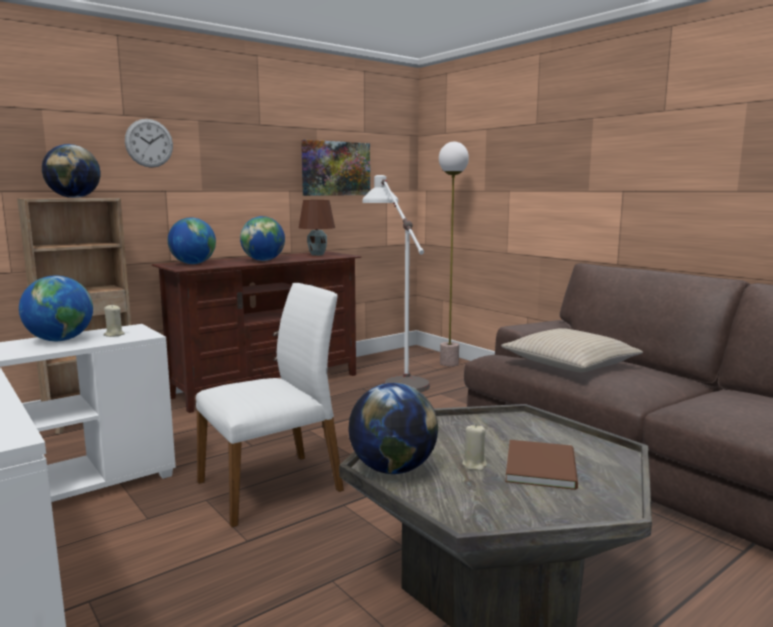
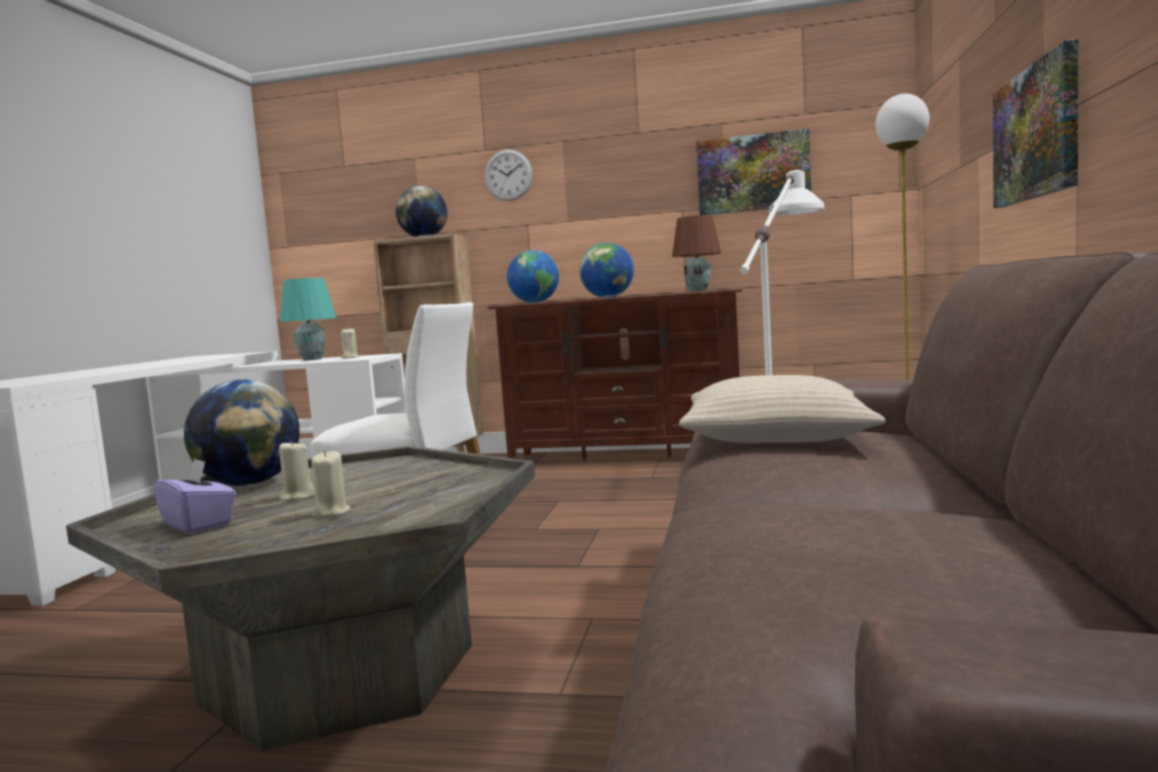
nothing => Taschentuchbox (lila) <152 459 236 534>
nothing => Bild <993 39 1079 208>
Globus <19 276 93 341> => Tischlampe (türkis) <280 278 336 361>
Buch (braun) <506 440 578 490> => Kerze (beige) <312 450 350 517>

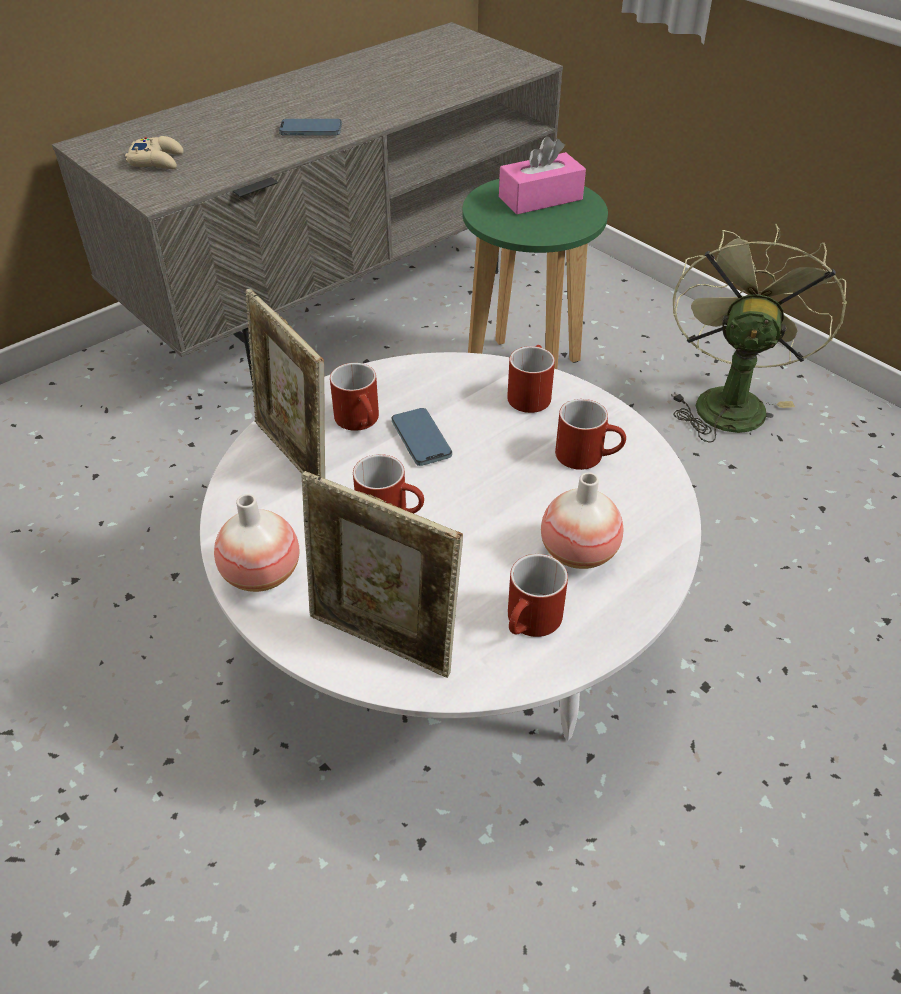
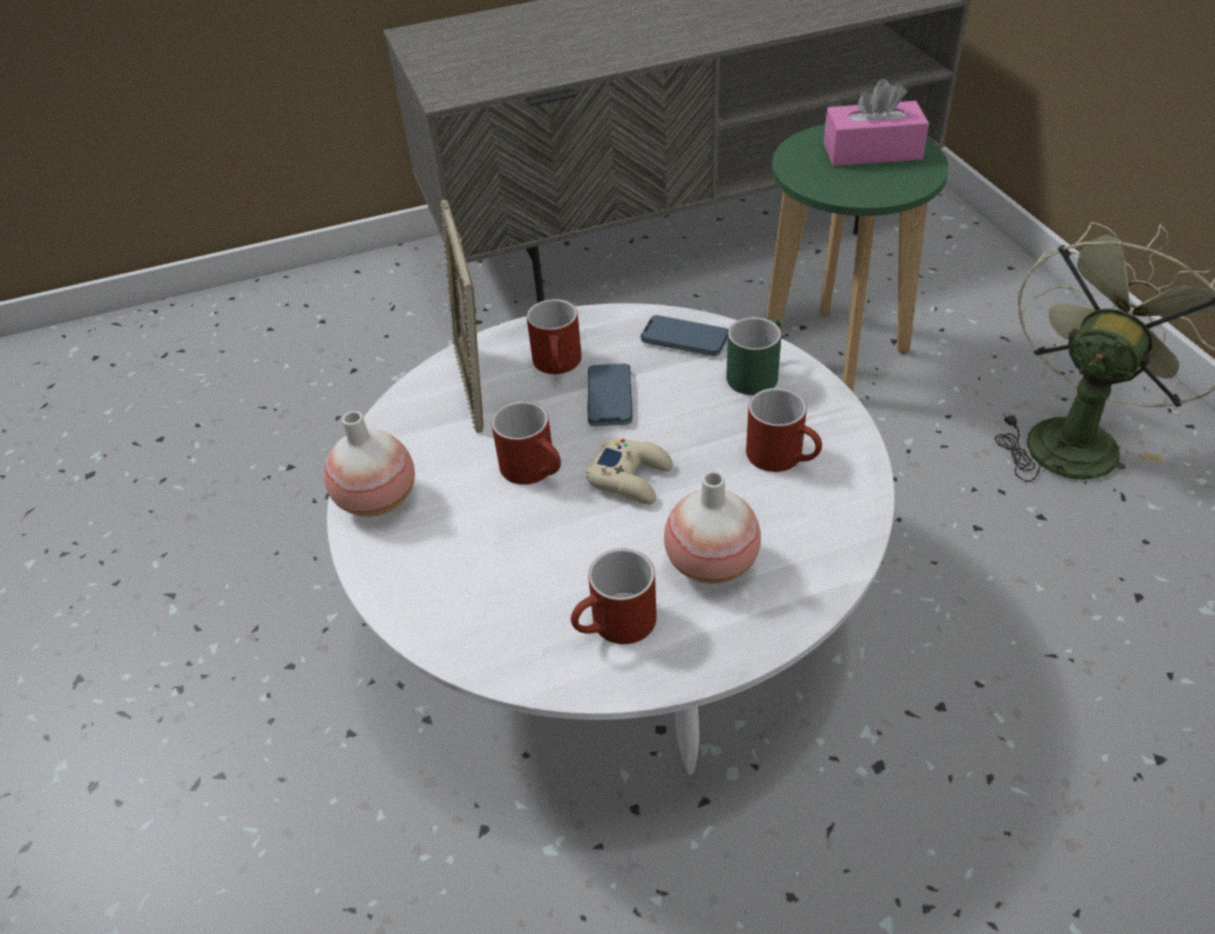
Bilderrahmen <301 471 463 678> => nothing
Gamepad (beige) <125 136 184 169> => Gamepad (beige) <586 438 673 504>, relocated
Handy <279 119 342 136> => Handy <641 315 728 356>, relocated
Henkelbecher (rot) <507 345 555 413> => Henkelbecher (grün) <726 317 781 395>

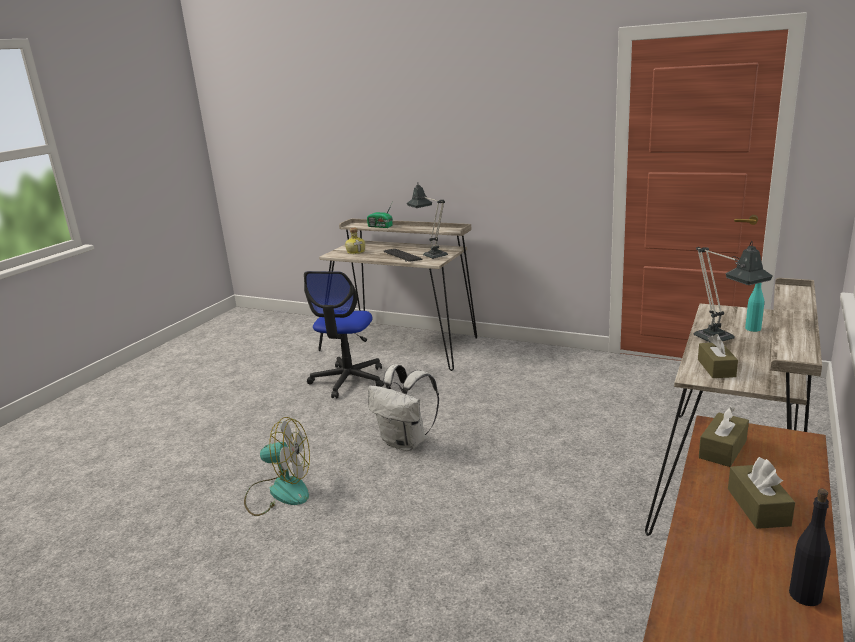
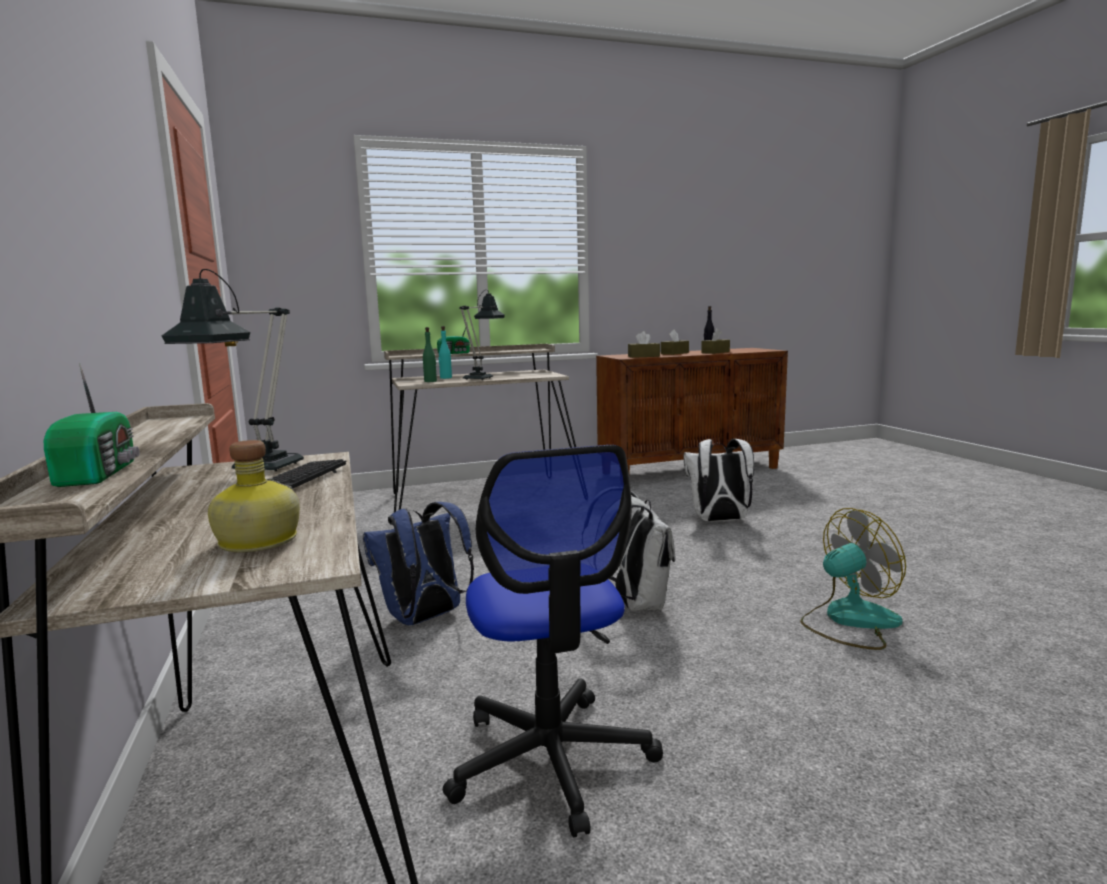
nothing => Rucksack (blau) <363 502 474 625>
nothing => Flasche (grün) <423 327 437 382>
nothing => Radio <437 323 470 354>
nothing => Rucksack (weiß) <684 439 754 522>
Taschentuchbox (braun) <698 334 738 378> => Taschentuchbox (braun) <701 328 730 354>, relocated
Ventilator <244 417 310 516> => Ventilator <800 508 906 650>, 105 degrees clockwise
Bürostuhl <304 271 384 398> => Bürostuhl <442 445 663 837>, 105 degrees clockwise

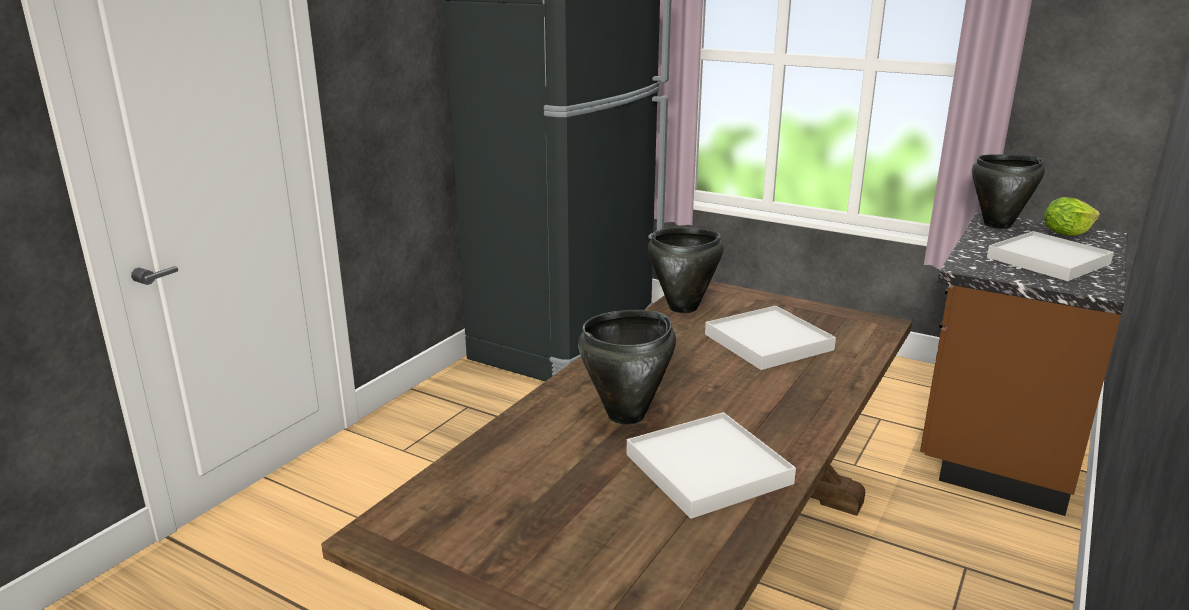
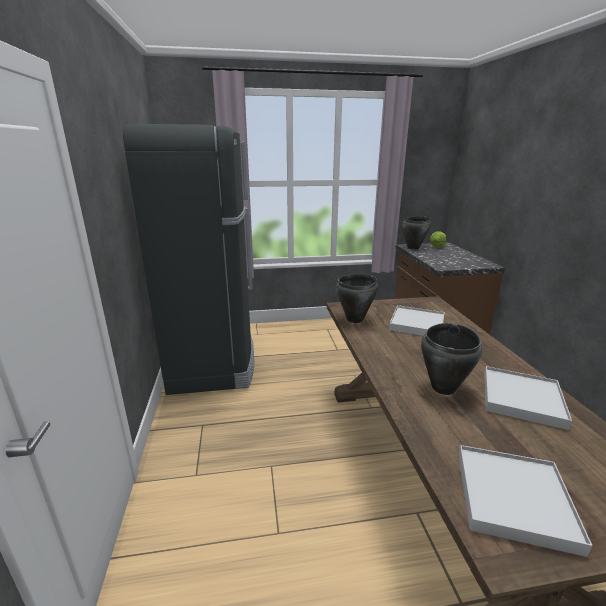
Tablett (weiß) <987 231 1114 281> => Tablett (weiß) <458 445 592 557>, relocated

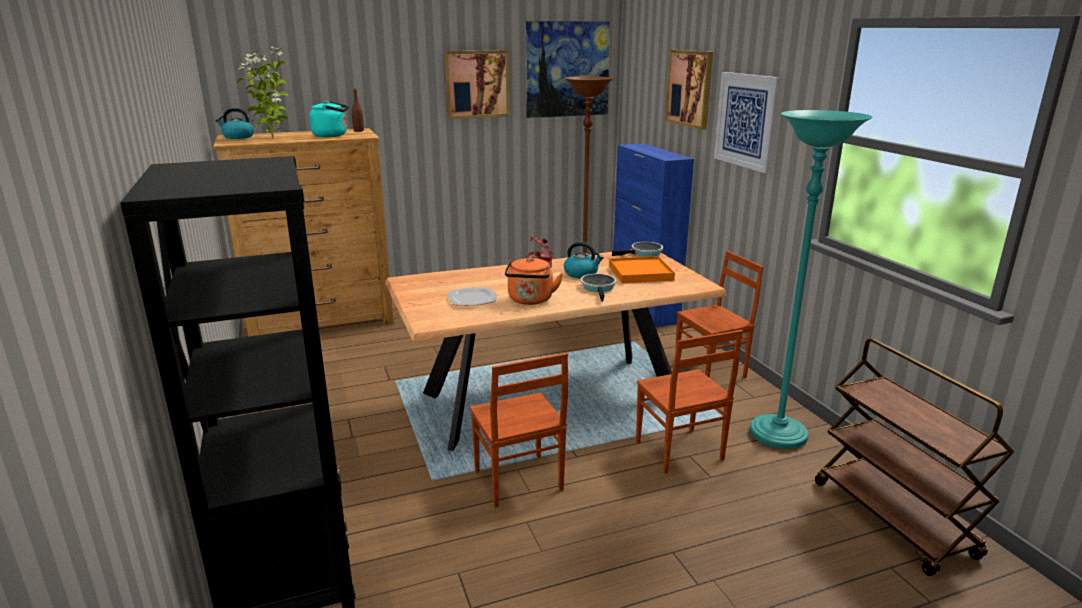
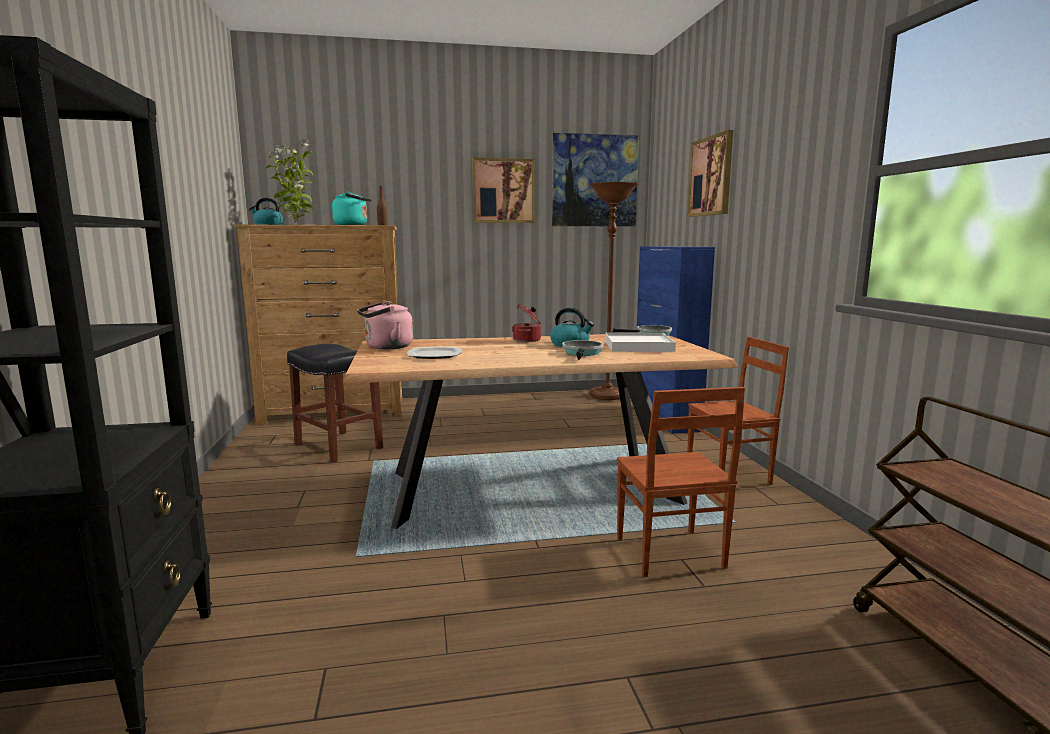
Stuhl (braun) <470 353 568 508> => nothing
Wasserkessel (orange) <505 257 563 305> => nothing
Bild <714 72 781 173> => nothing
Stehlampe (türkis) <750 110 872 449> => nothing
nothing => Hocker (schwarz) <287 344 383 463>
nothing => Wasserkessel (rosa) <357 301 413 349>
Tablett (orange) <609 256 675 283> => Tablett (weiß) <605 332 676 352>

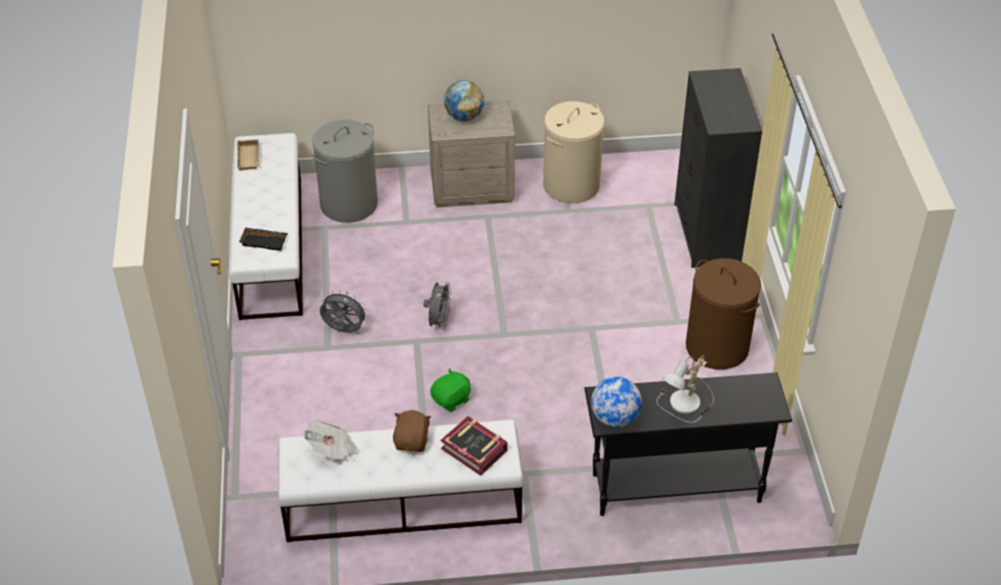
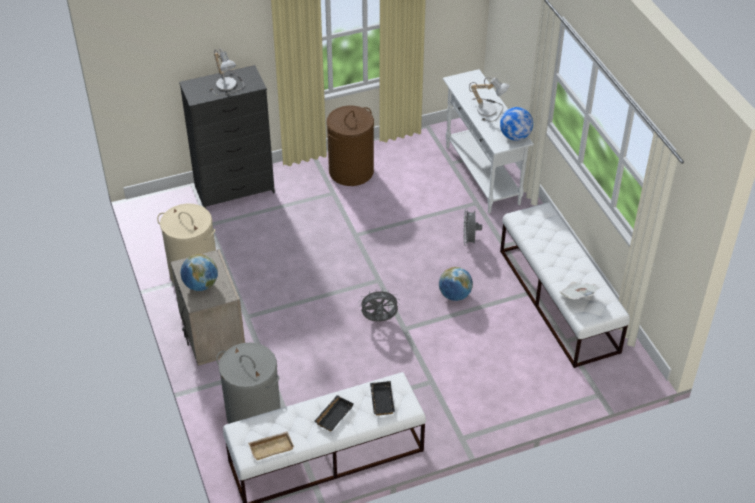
Plüschtier (braun) <393 410 431 452> => nothing
Buch <441 416 508 476> => nothing
nothing => Tischlampe <210 48 245 95>
nothing => Tablett (schwarz) <314 395 354 431>
Ventilator (grau) <320 290 369 333> => Ventilator (grau) <463 209 482 246>, relocated
Plüschtier (grün) <430 368 471 412> => Globus <439 267 473 301>
Konsolentisch (schwarz) <584 372 792 516> => Konsolentisch (weiß) <443 69 534 213>

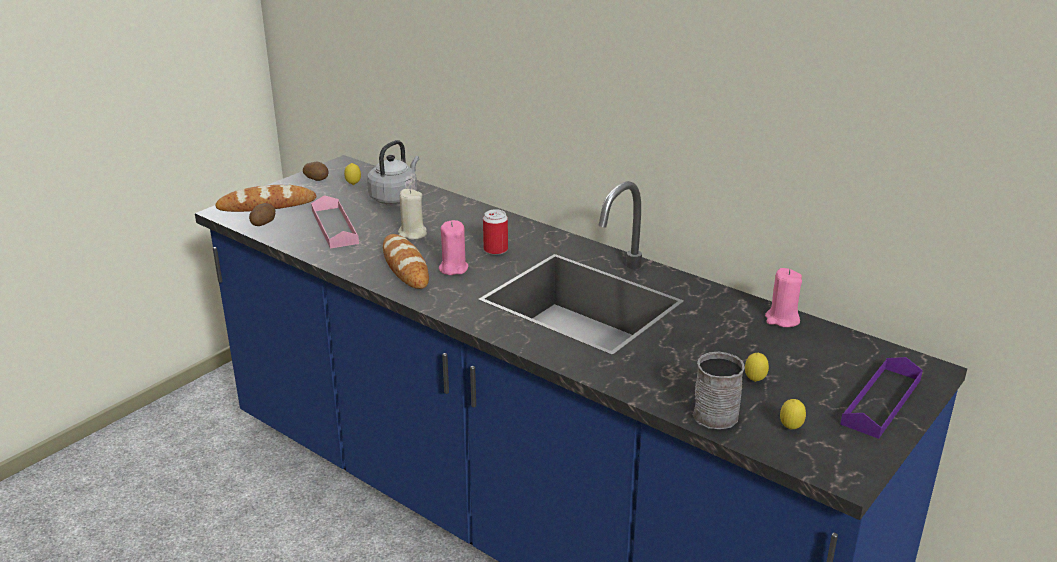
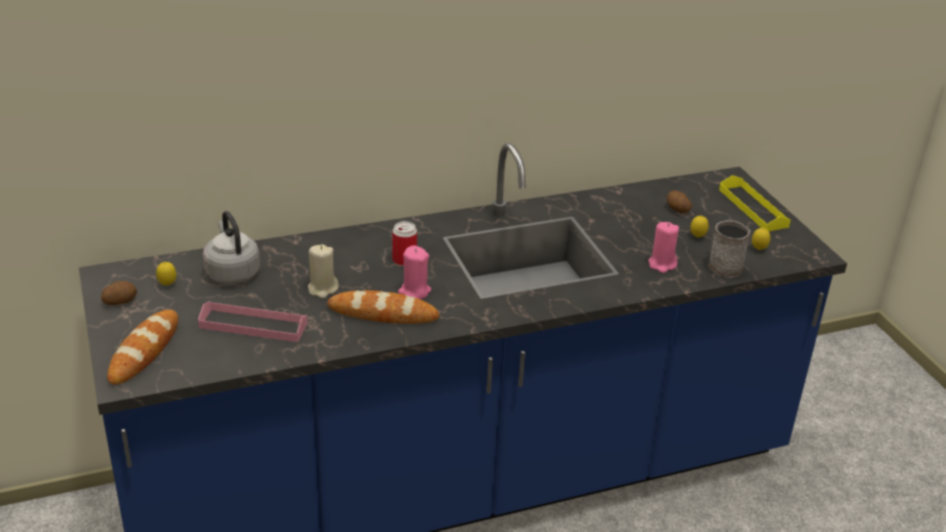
Kartoffel <249 203 275 226> => Kartoffel <667 191 692 213>, relocated
Kerze (rosa) <765 268 802 327> => Kerze (rosa) <648 222 679 273>, relocated
Tablett (lila) <840 357 923 439> => Tablett (gelb) <719 175 791 231>

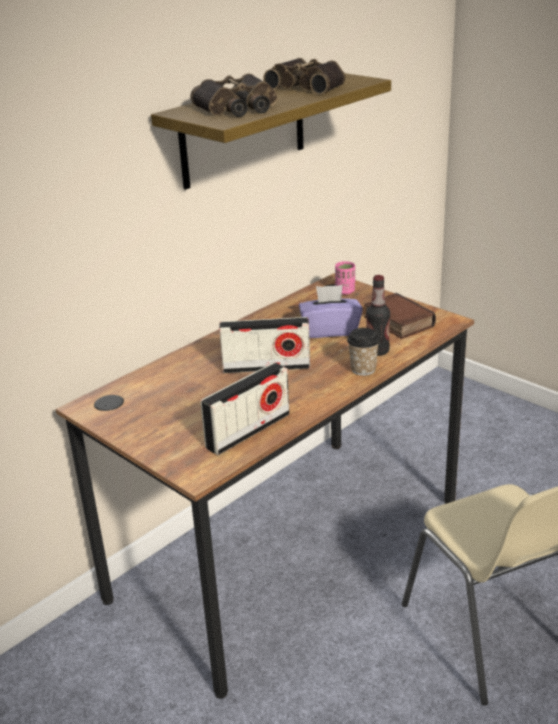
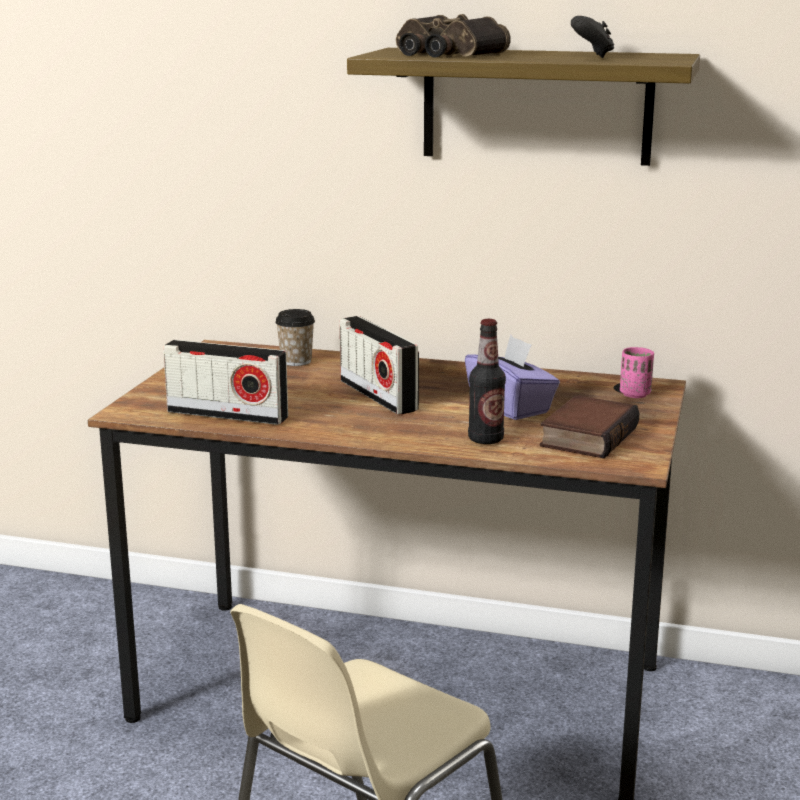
Tasse <347 328 380 376> => Tasse <275 309 315 366>, relocated
Fernglas <263 58 345 94> => Gamepad (schwarz) <571 16 614 58>

